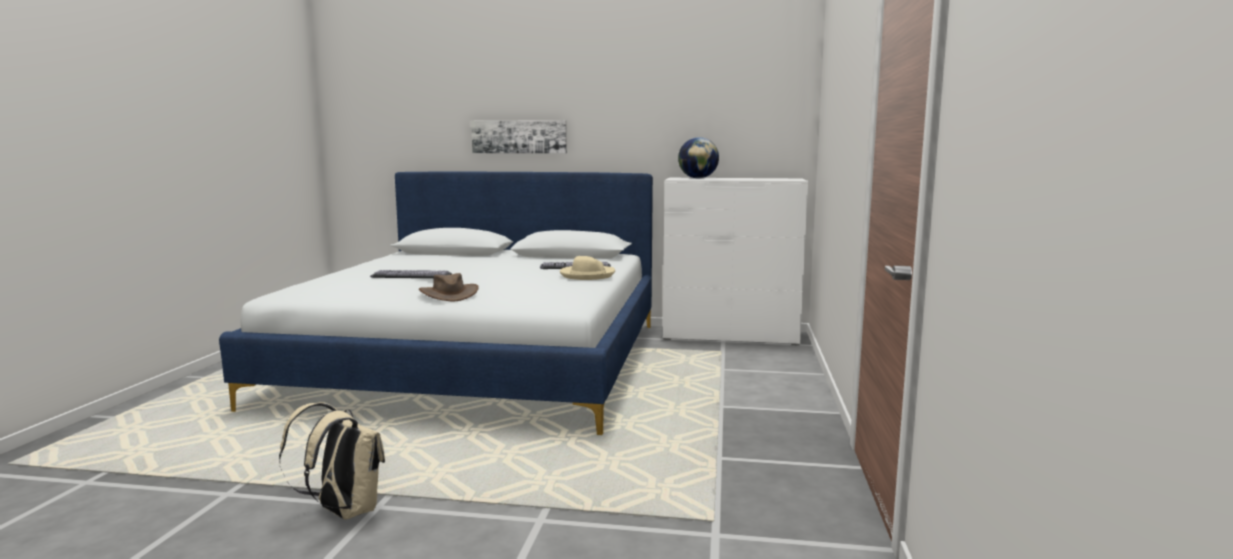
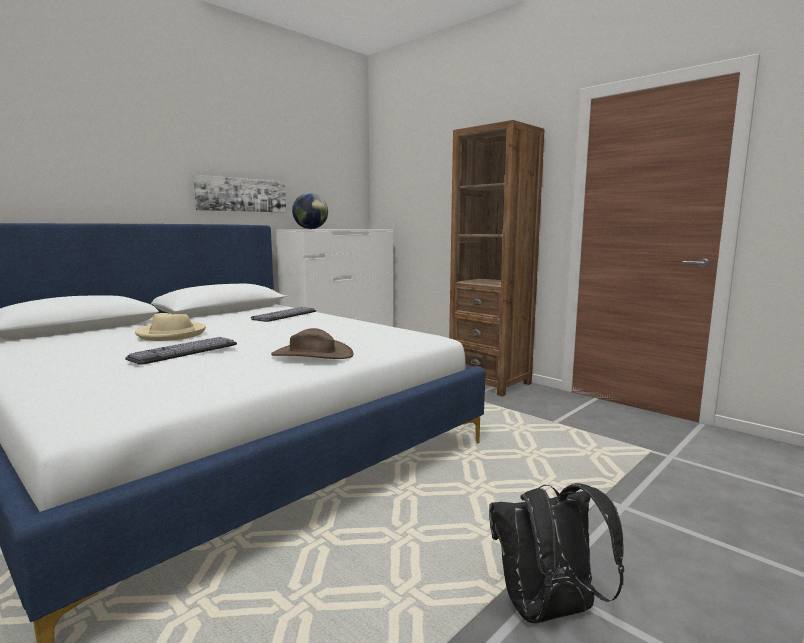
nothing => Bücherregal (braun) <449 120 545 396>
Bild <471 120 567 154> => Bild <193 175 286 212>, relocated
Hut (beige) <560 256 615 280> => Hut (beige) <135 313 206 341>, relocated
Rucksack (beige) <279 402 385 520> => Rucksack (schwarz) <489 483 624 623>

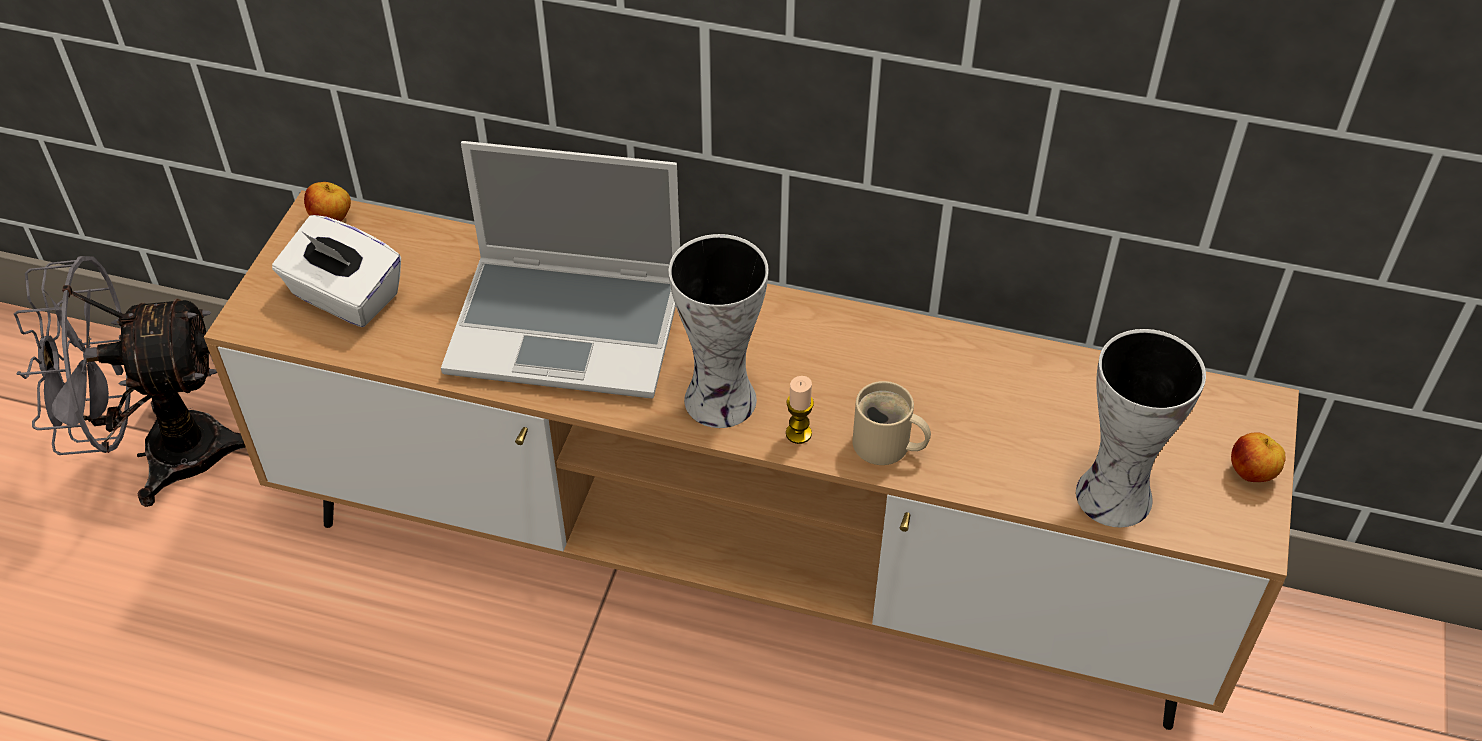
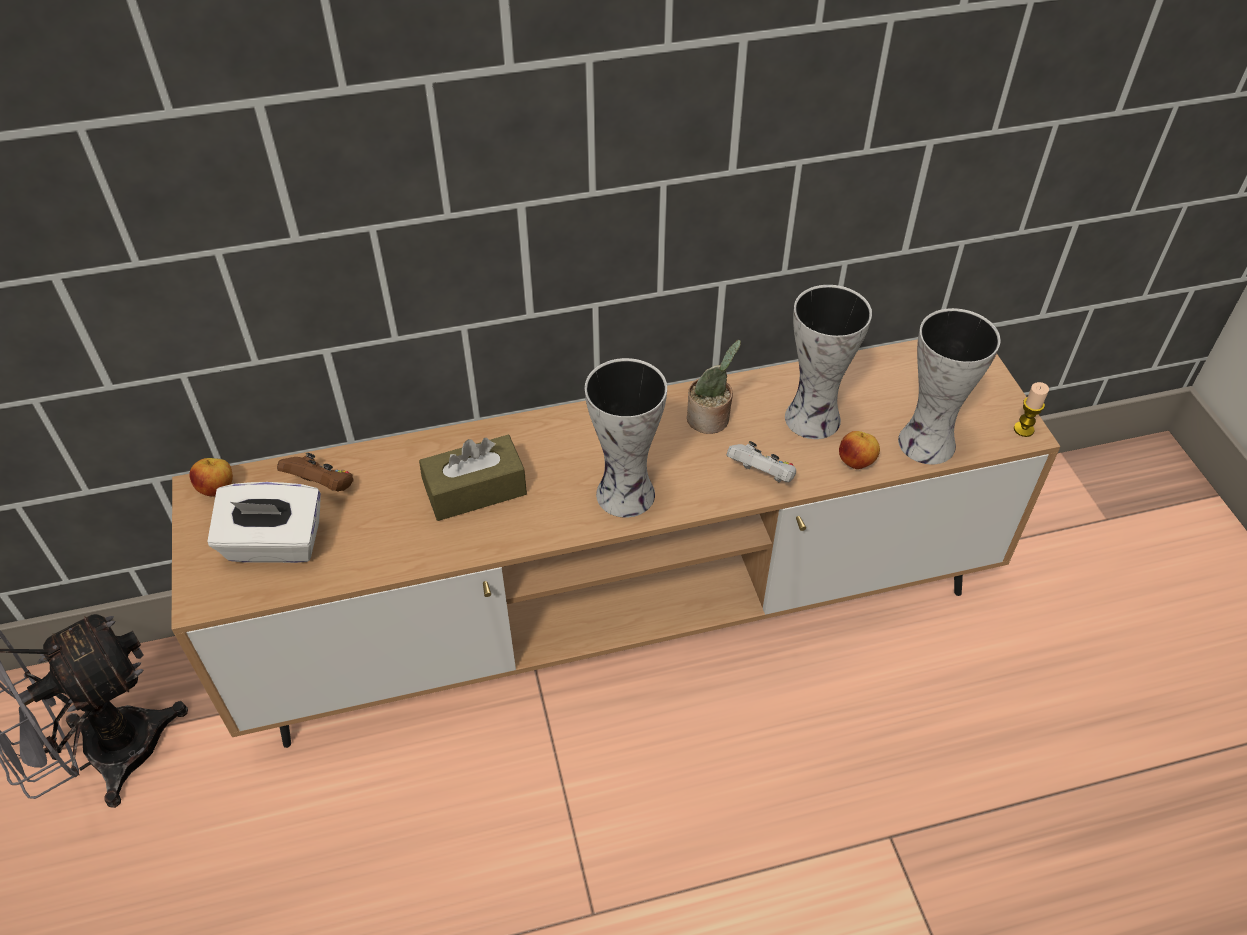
nothing => Gamepad (braun) <277 453 354 492>
nothing => Topfpflanze <687 340 741 434>
nothing => Vase <785 285 872 439>
Kerze <786 376 814 444> => Kerze <1014 382 1049 437>, relocated
Apfel <1231 432 1286 482> => Apfel <839 431 880 469>, relocated
Laptop <441 141 680 399> => Taschentuchbox (braun) <419 435 527 521>
Henkelbecher (beige) <852 381 931 465> => Gamepad (weiß) <727 441 796 483>

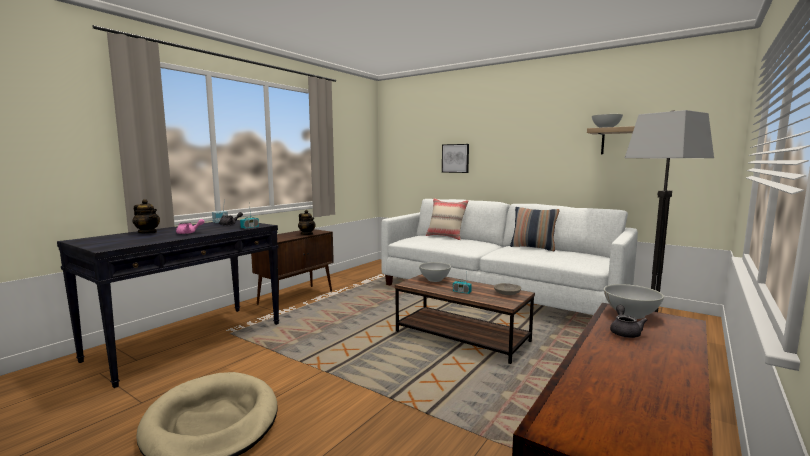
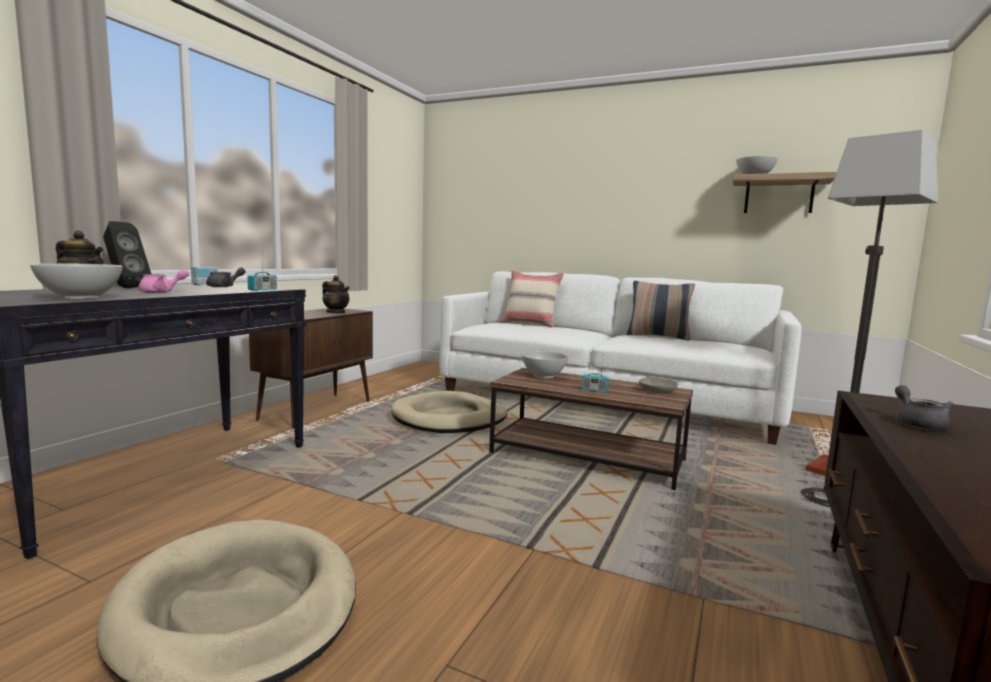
Bild <442 144 469 173> => nothing
nothing => Lautsprecher (schwarz) <103 221 151 288>
nothing => Hundebett (beige) <391 391 507 433>
Schüssel (weiß) <604 284 664 319> => Schüssel (weiß) <30 263 123 299>, relocated

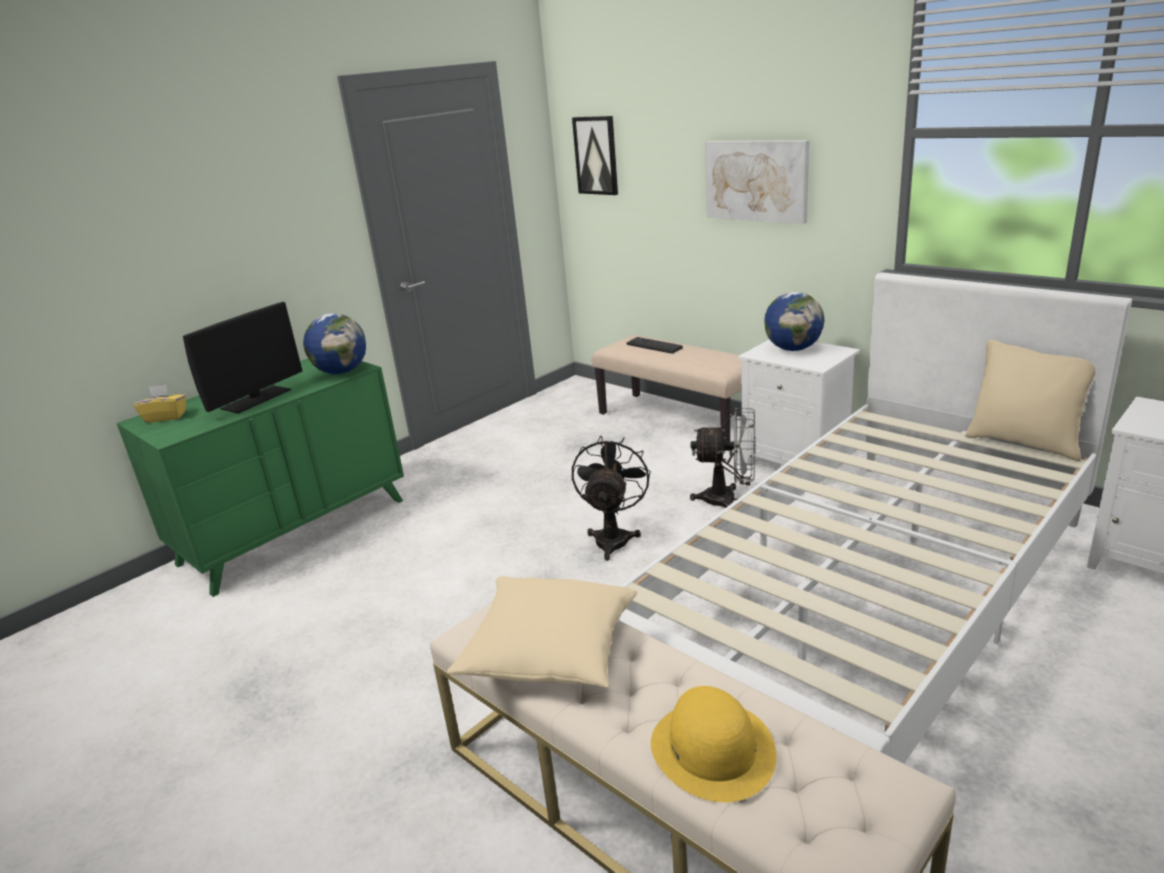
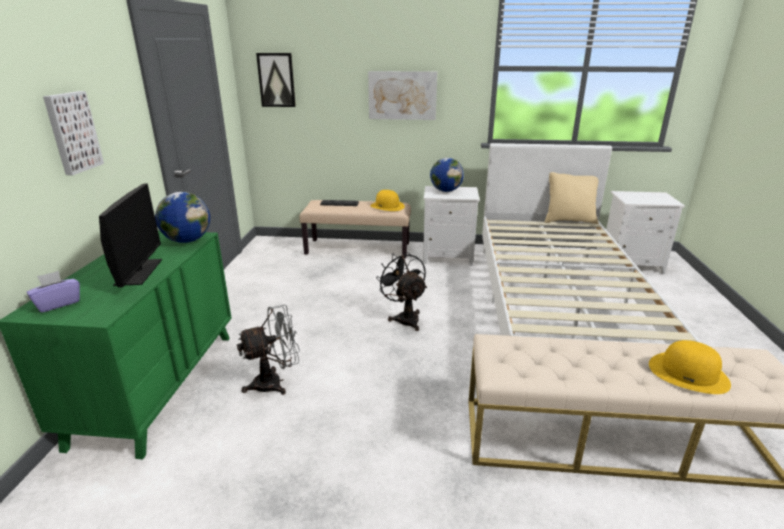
Kissen (beige) <447 576 637 688> => nothing
nothing => Bild <43 91 104 175>
nothing => Hut (gelb) <370 190 405 211>
Ventilator (grau) <690 408 755 508> => Ventilator (grau) <237 305 300 395>, relocated
Taschentuchbox (gelb) <133 385 186 423> => Taschentuchbox (lila) <27 271 80 313>

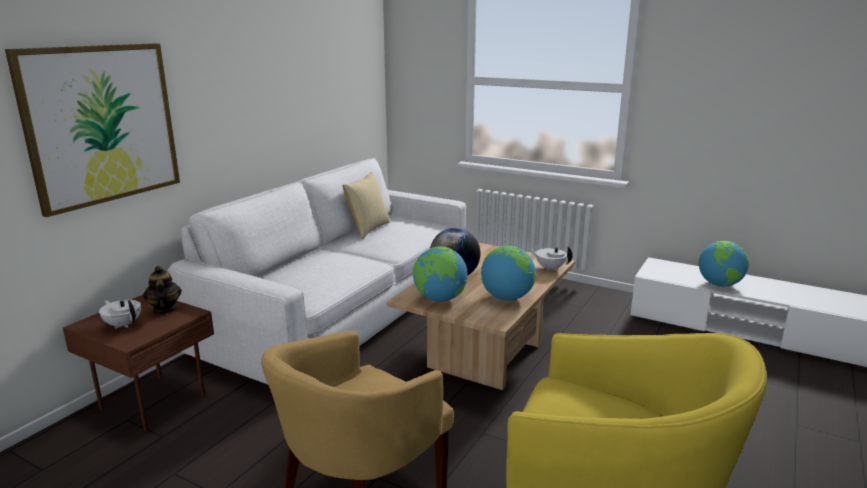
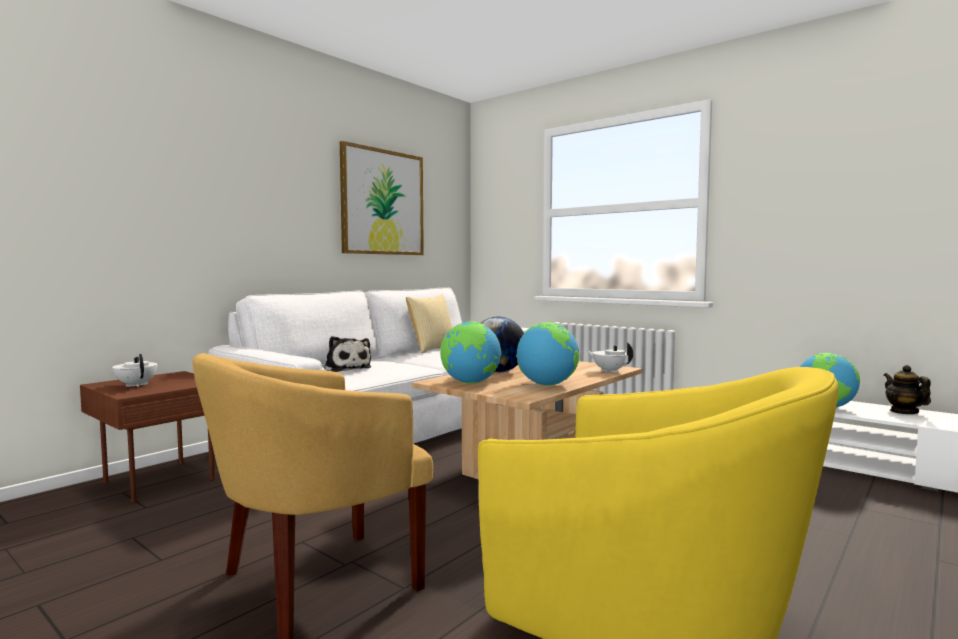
nothing => Plüschtier <323 336 371 372>
Bild <5 43 180 217> => Bild <340 141 424 255>, relocated
Teekanne <143 266 182 314> => Teekanne <884 365 931 414>, relocated

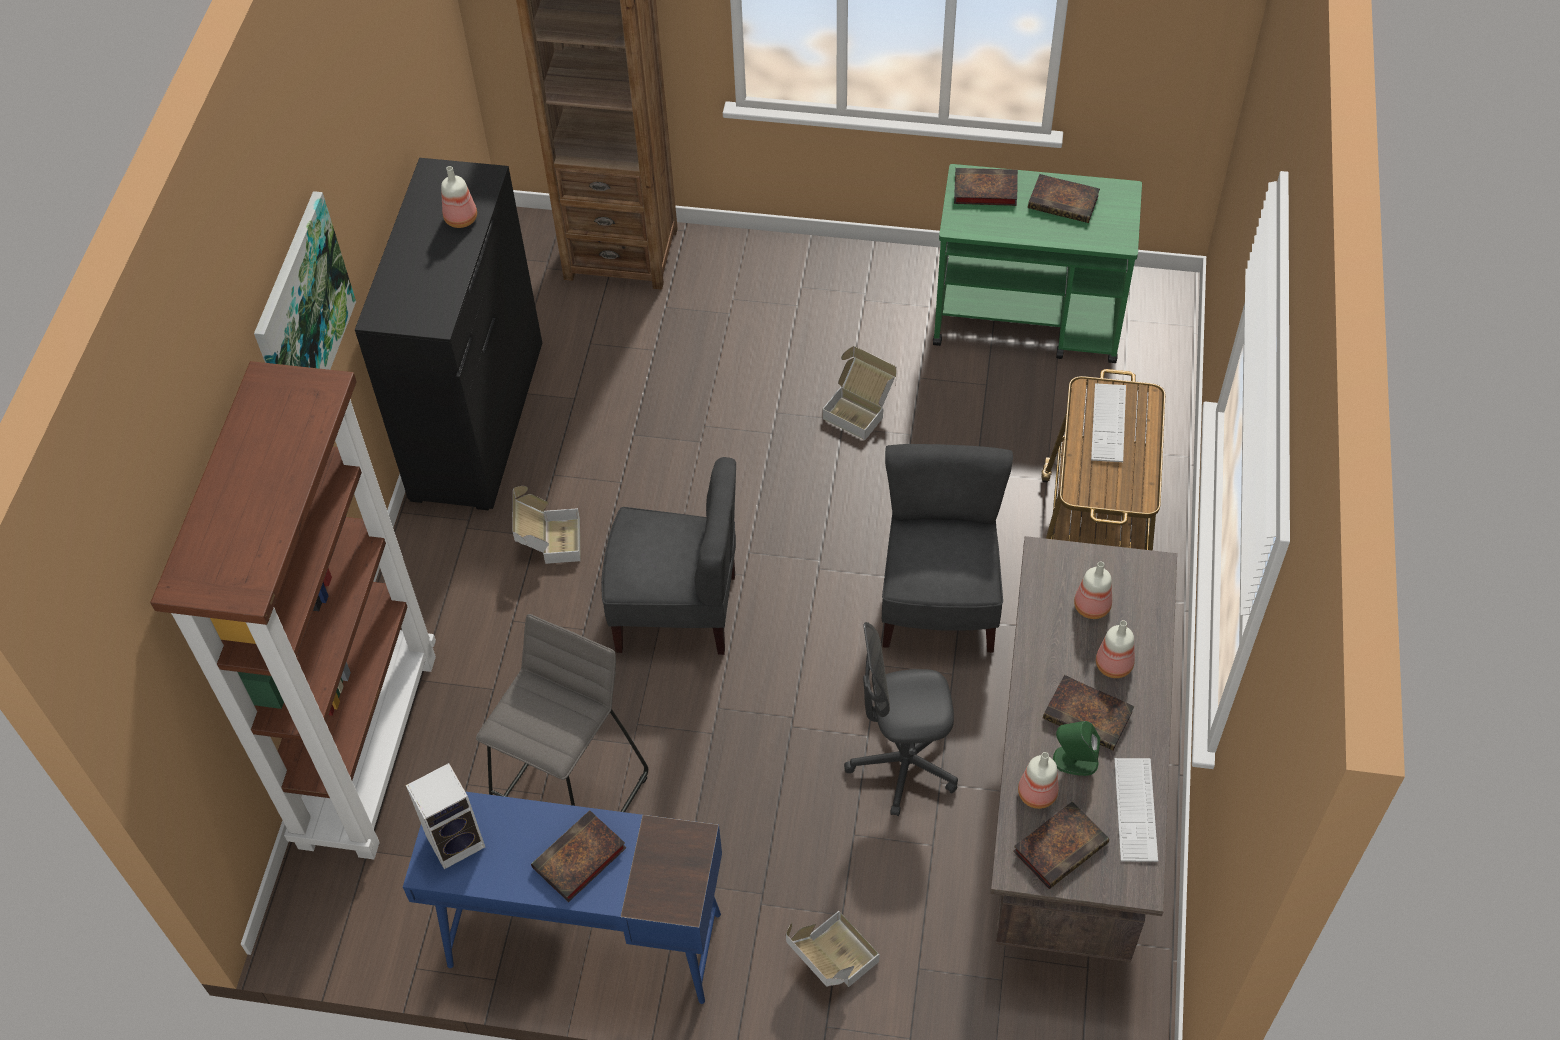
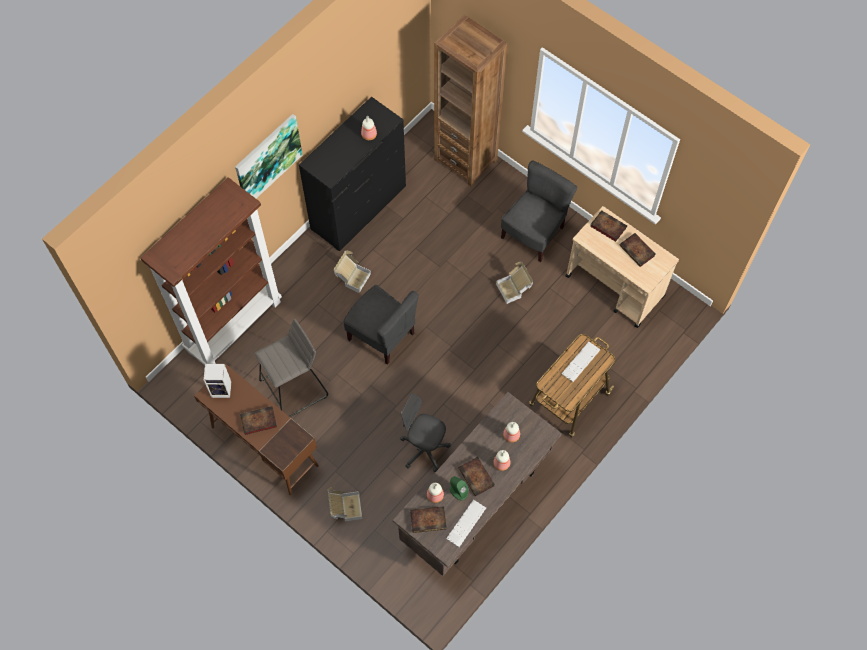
Stuhl (grau) <882 444 1013 652> => Stuhl (grau) <501 160 577 262>, relocated
Schreibtisch (blau) <403 792 722 1004> => Schreibtisch (braun) <194 364 319 495>
Rollwagen (grün) <933 164 1142 363> => Rollwagen (beige) <565 206 679 328>

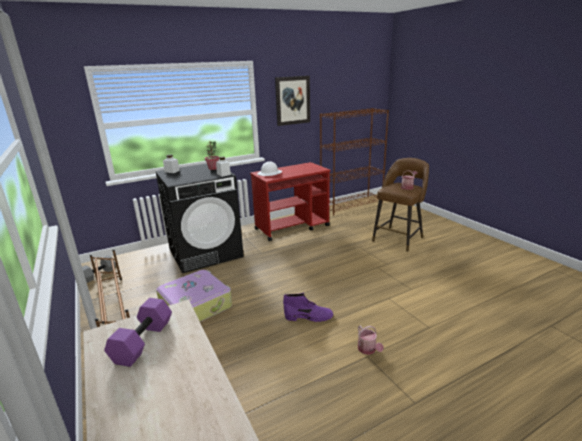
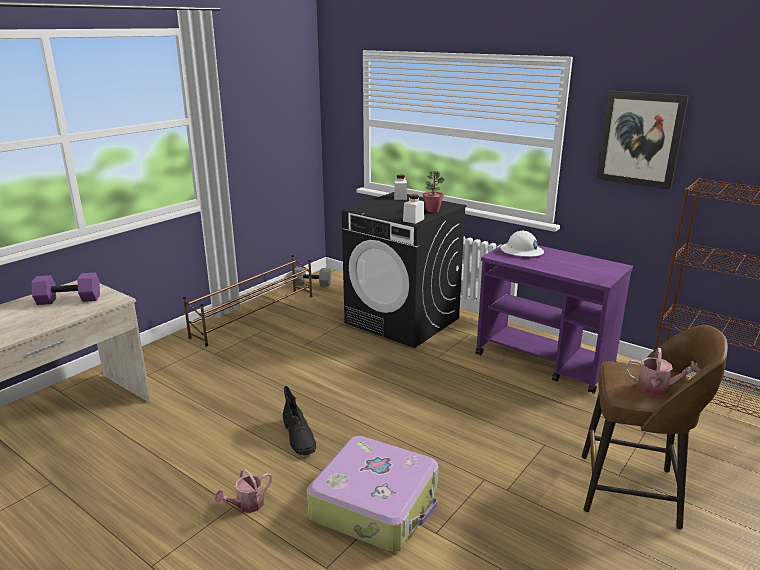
Koffer <156 270 232 322> => Koffer <307 436 439 552>, relocated
Rollwagen (rot) <250 162 330 241> => Rollwagen (lila) <475 242 633 394>
Stiefel (lila) <283 292 333 322> => Stiefel (schwarz) <283 386 316 455>

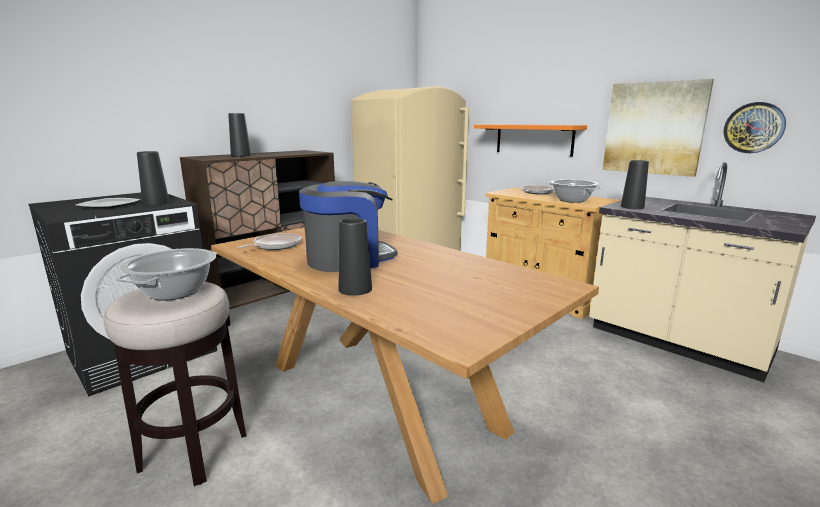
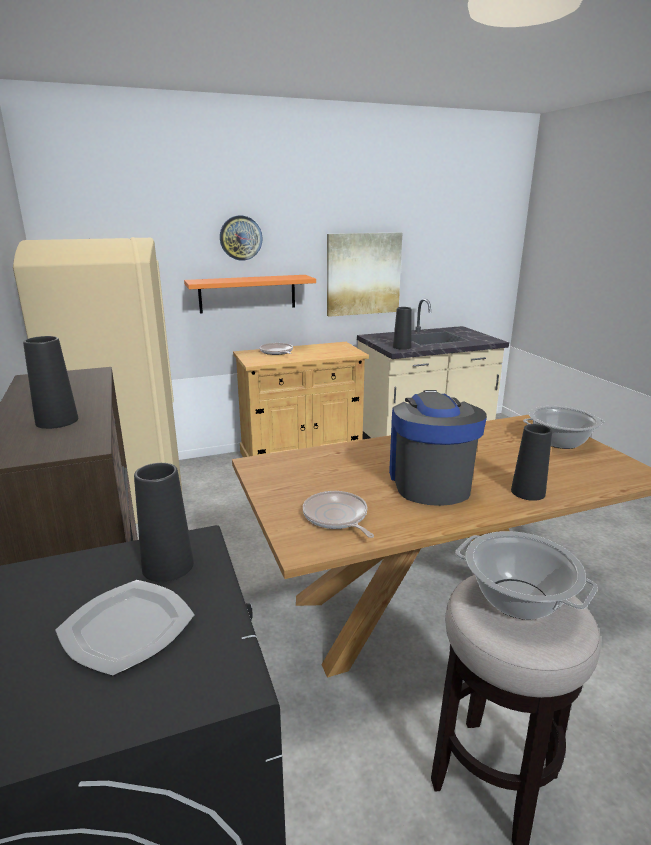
Kochtopf <547 179 603 203> => Kochtopf <523 406 605 449>, relocated
Wanduhr <723 102 786 153> => Wanduhr <220 216 262 261>, relocated

